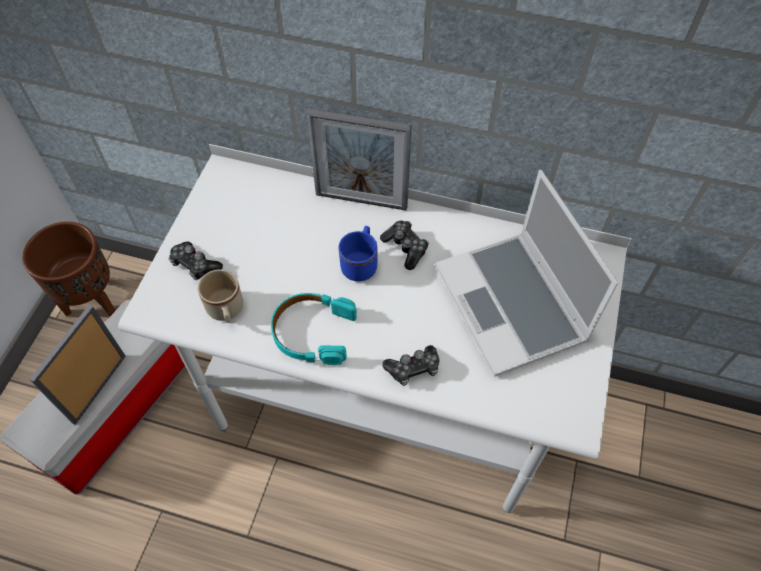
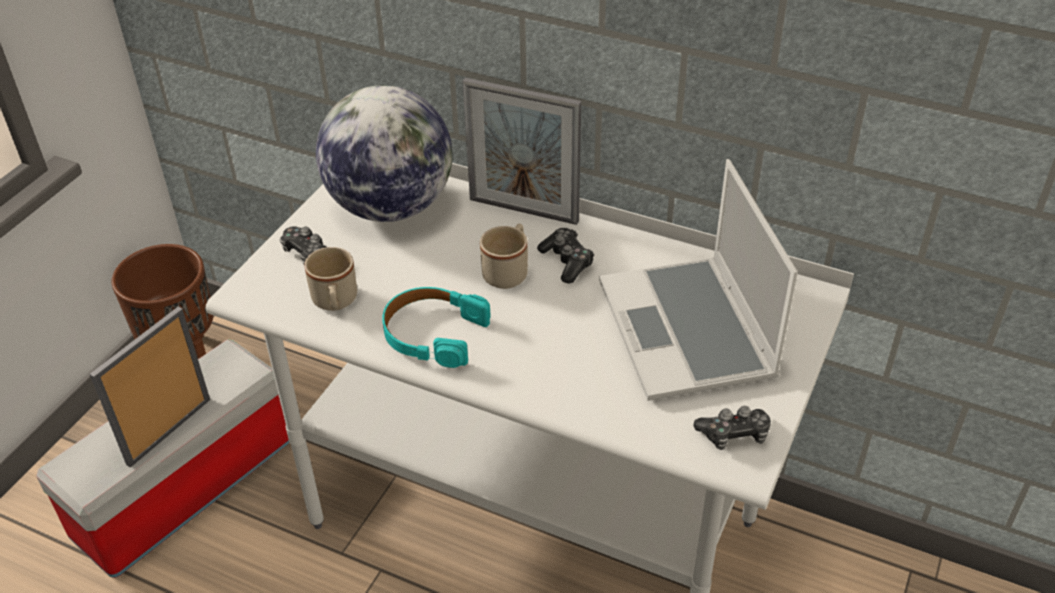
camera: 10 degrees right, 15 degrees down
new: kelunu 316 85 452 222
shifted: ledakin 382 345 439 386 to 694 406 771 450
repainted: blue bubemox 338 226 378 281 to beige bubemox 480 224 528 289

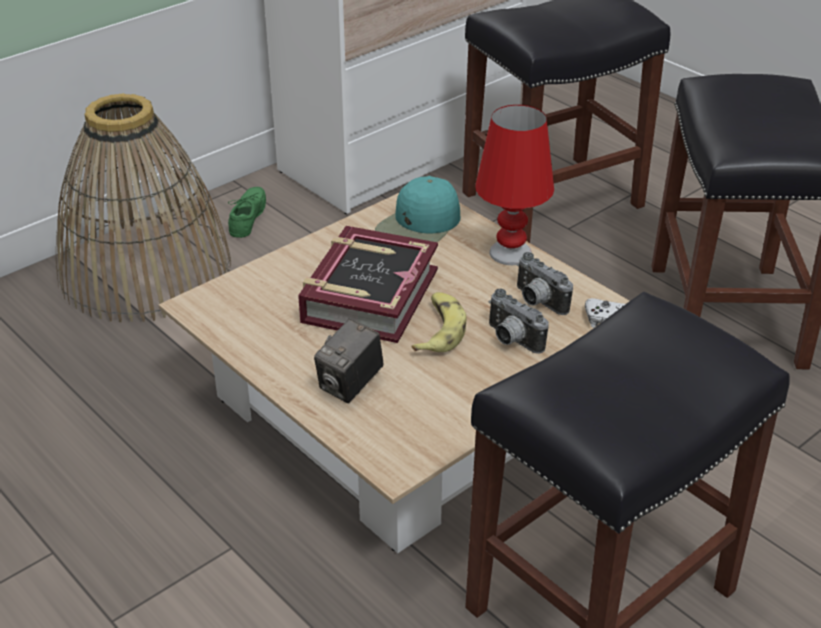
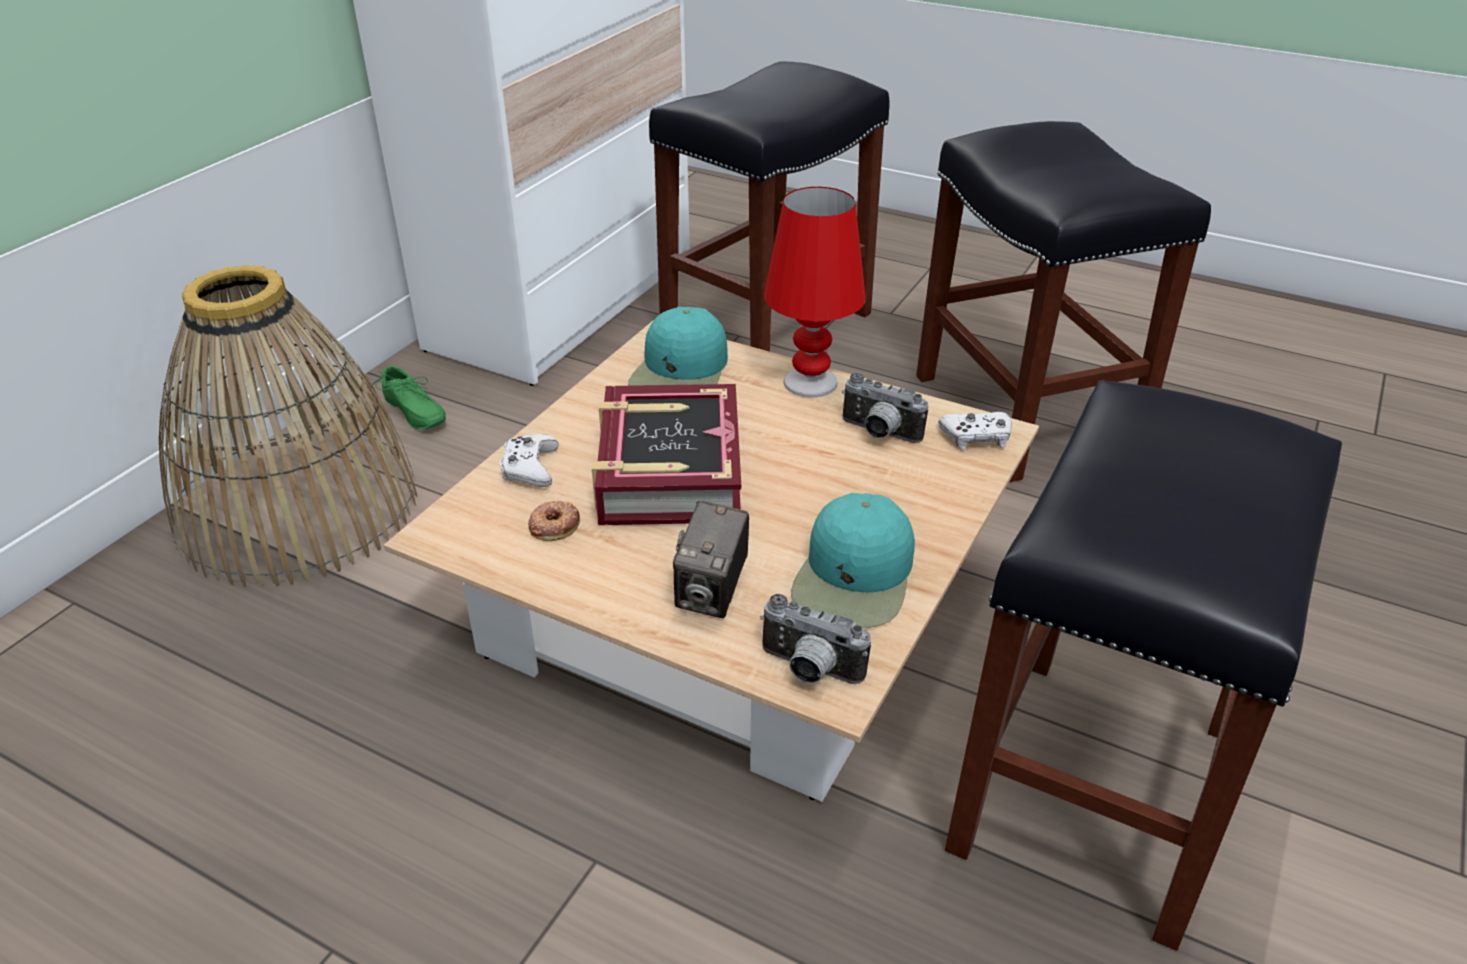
camera: 20 degrees left, 0 degrees up
gone: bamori 411 292 466 352
new: white ledakin 500 434 559 487; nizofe 528 501 580 541; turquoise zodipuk 791 493 915 628
shifted: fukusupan 489 288 549 354 to 760 594 871 684
rotated: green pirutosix 228 187 266 238 = 375 366 446 429 150 degrees clockwise

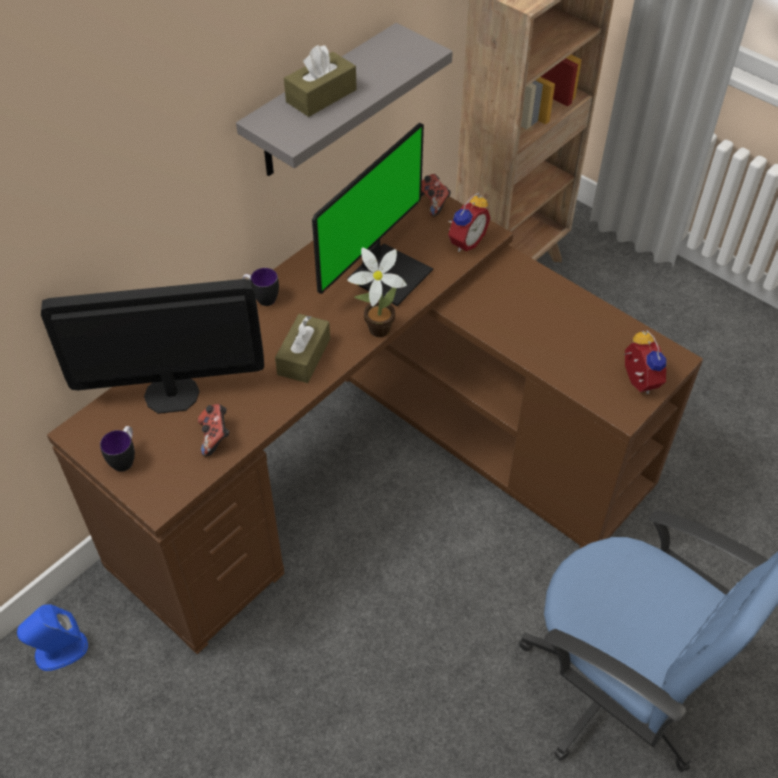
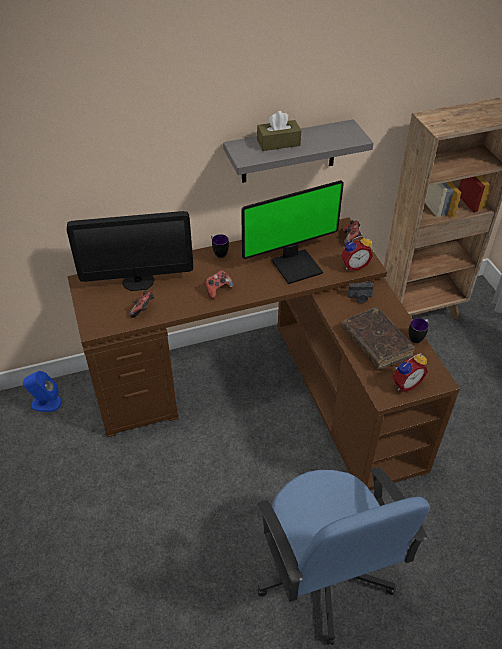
camera: 30 degrees right, 5 degrees down
gone: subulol 347 247 407 337
new: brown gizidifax 342 307 415 369; fukusupan 348 281 374 303
shifted: bubemox 100 426 135 472 to 409 318 429 343
swapped: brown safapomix 275 314 330 383 to ledakin 205 270 234 299
rotated: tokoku 41 279 264 414 = 67 211 193 291 150 degrees clockwise; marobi 624 330 667 394 = 392 353 428 392 45 degrees clockwise

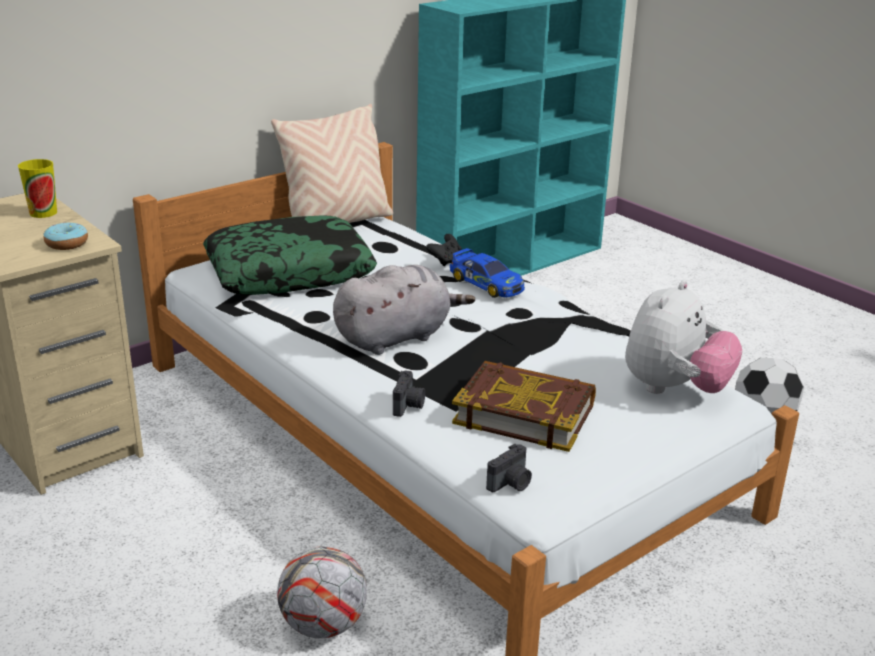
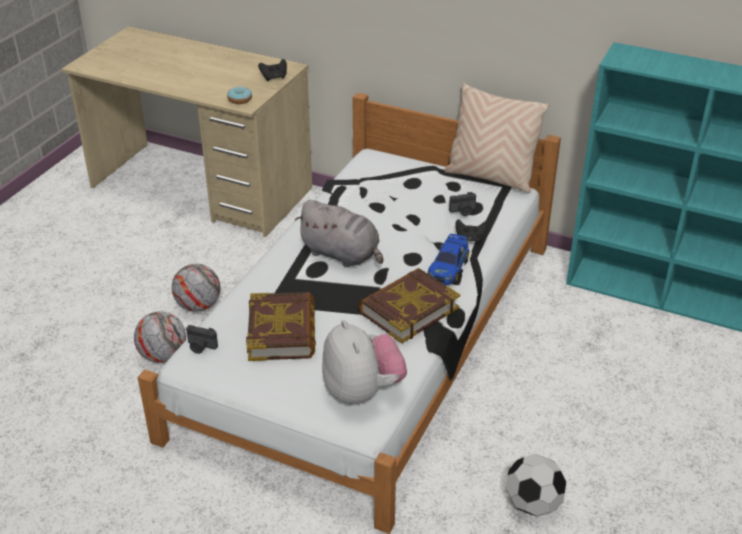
camera: 65 degrees right, 10 degrees up
gone: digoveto 203 215 377 295
new: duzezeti 172 264 220 312; gizidifax 358 268 460 343
shifted: fukusupan 393 370 425 417 to 449 192 476 216
swapped: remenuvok 18 159 57 218 to black ledakin 258 59 287 81
rotated: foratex 625 280 743 394 = 322 320 407 405 120 degrees counterclockwise

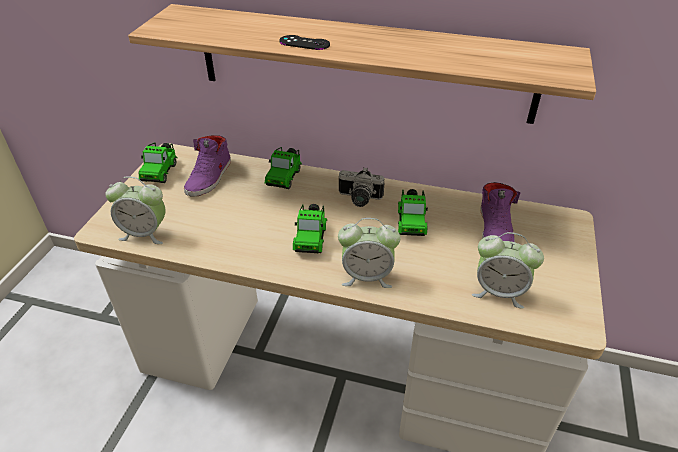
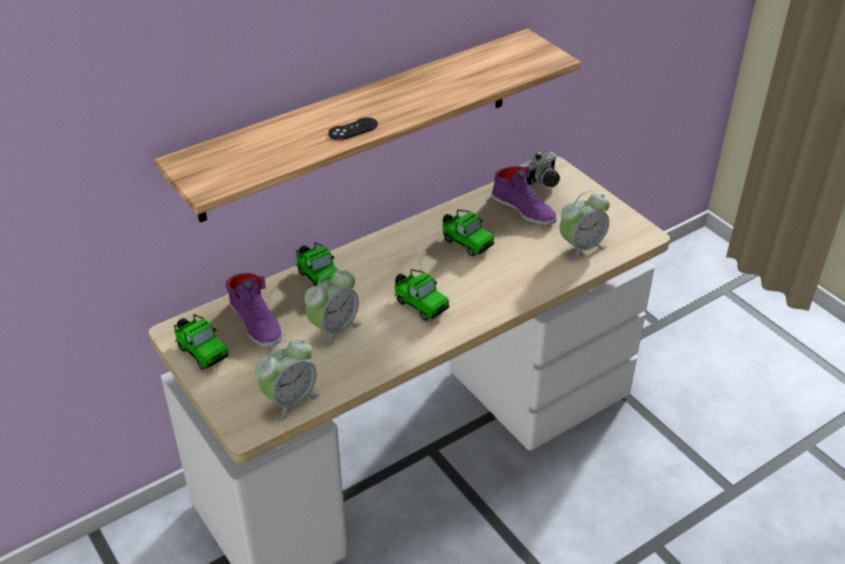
camera: 50 degrees left, 0 degrees up
shifted: marobi 338 218 401 288 to 304 270 361 348; fukusupan 339 168 384 207 to 519 151 560 187

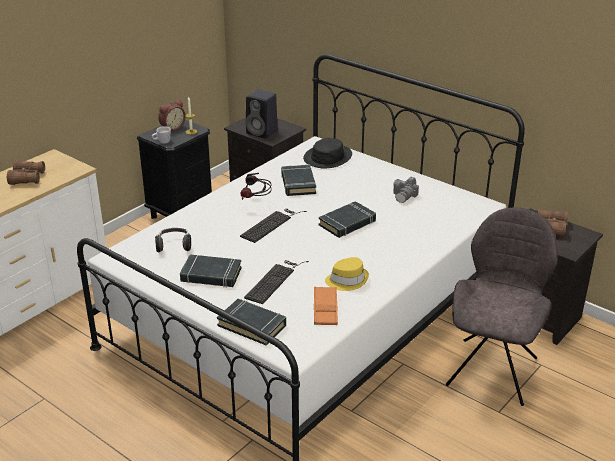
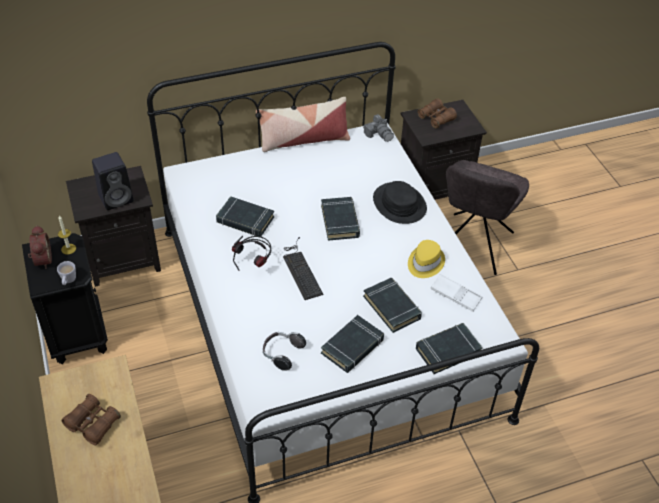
camera: 60 degrees left, 15 degrees up
new: digoveto 256 97 350 152
shifted: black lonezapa 303 138 352 168 to 373 181 427 224; fukusupan 393 177 419 203 to 363 114 394 142
swapped: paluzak 244 260 309 304 to black gizidifax 363 278 422 333
repainted: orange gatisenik 314 286 338 325 to white gatisenik 430 274 483 312
rotated: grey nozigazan 446 207 558 406 = 446 160 529 275 120 degrees counterclockwise

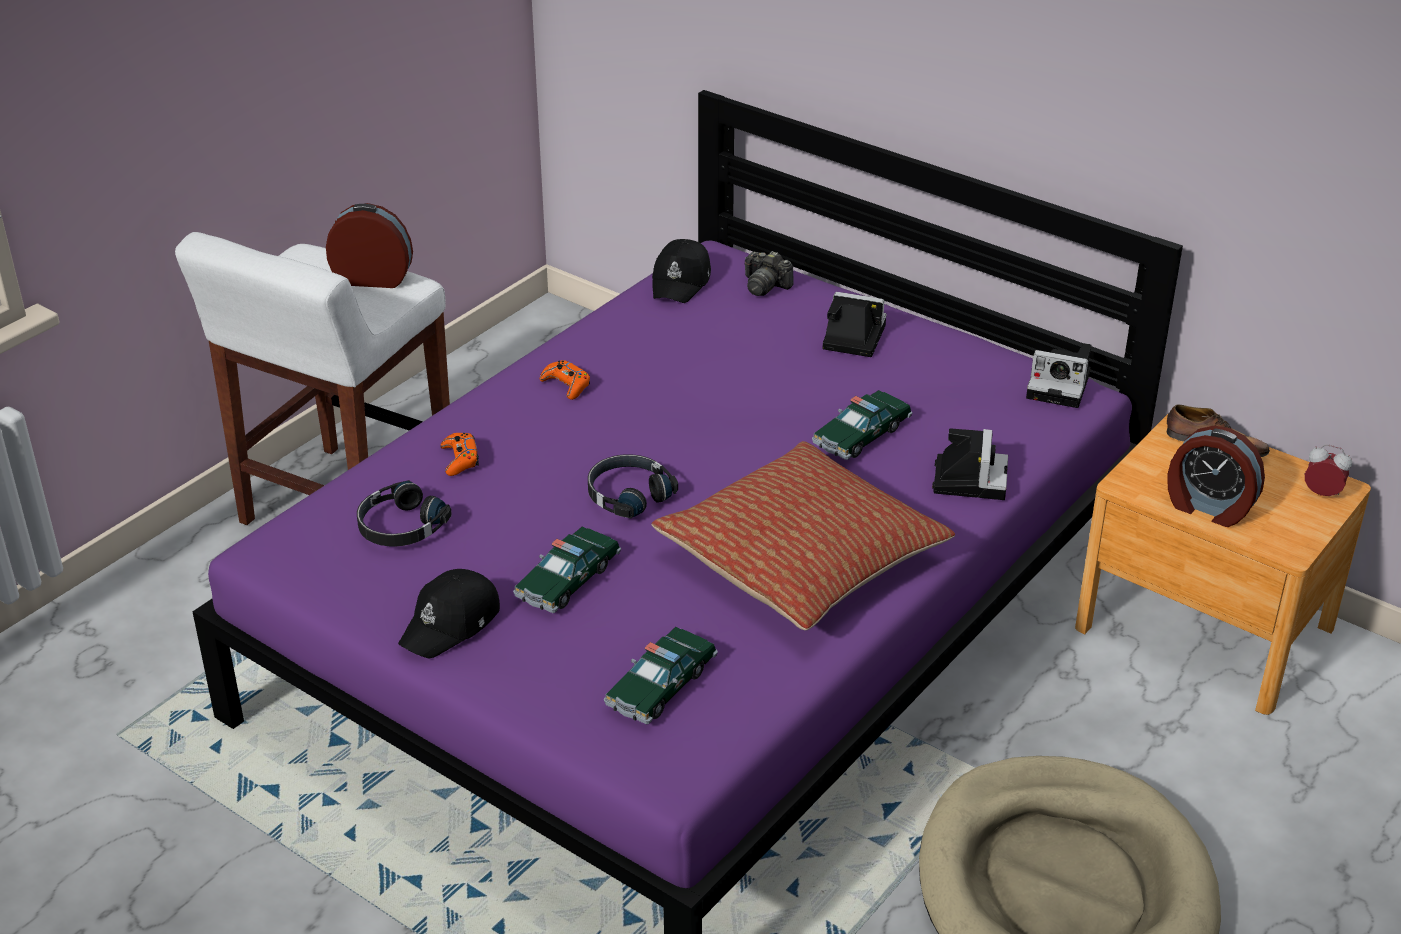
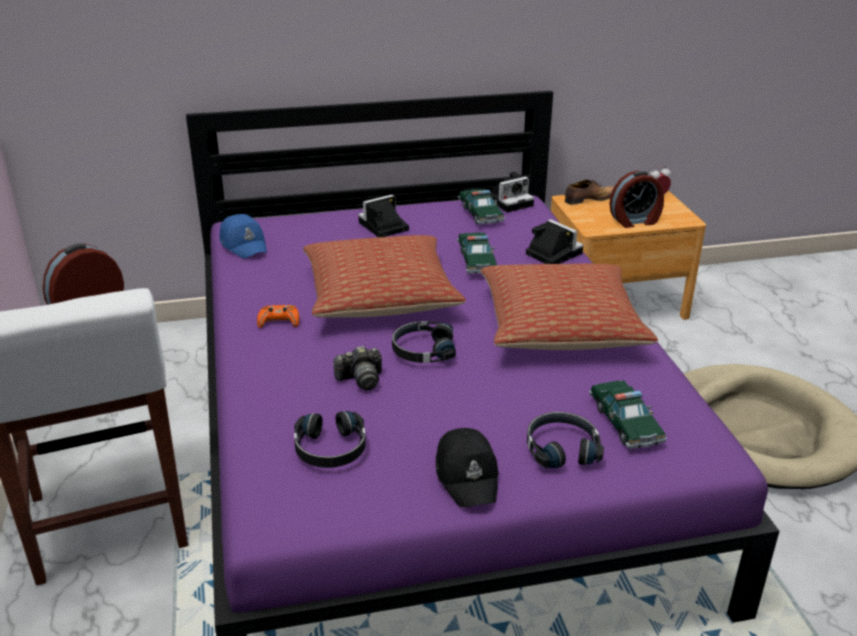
camera: 50 degrees left, 5 degrees down
gone: orange ledakin 440 433 479 476
new: digoveto 303 235 466 318; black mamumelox 527 412 604 468
shifted: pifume 513 527 621 613 to 458 189 505 224; fukusupan 745 251 794 296 to 333 346 382 391
repainted: black zodipuk 652 239 711 303 to blue zodipuk 219 214 267 259

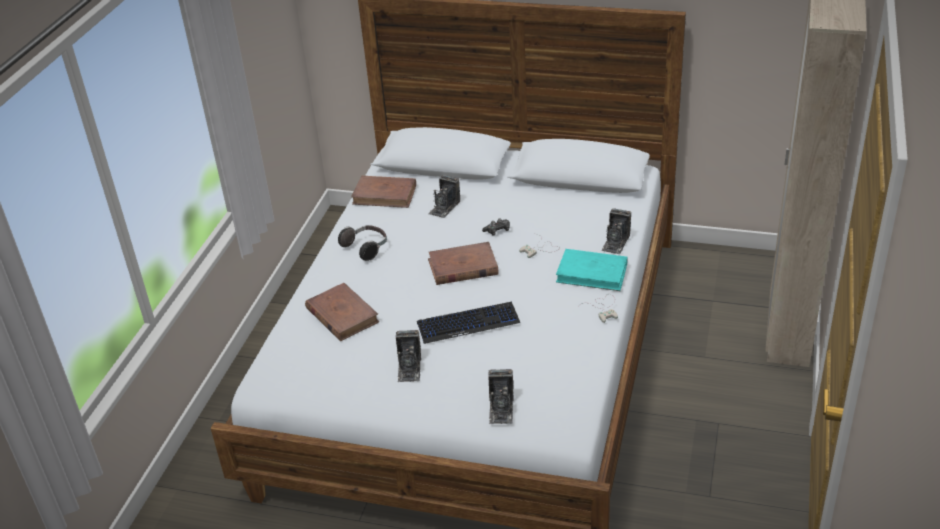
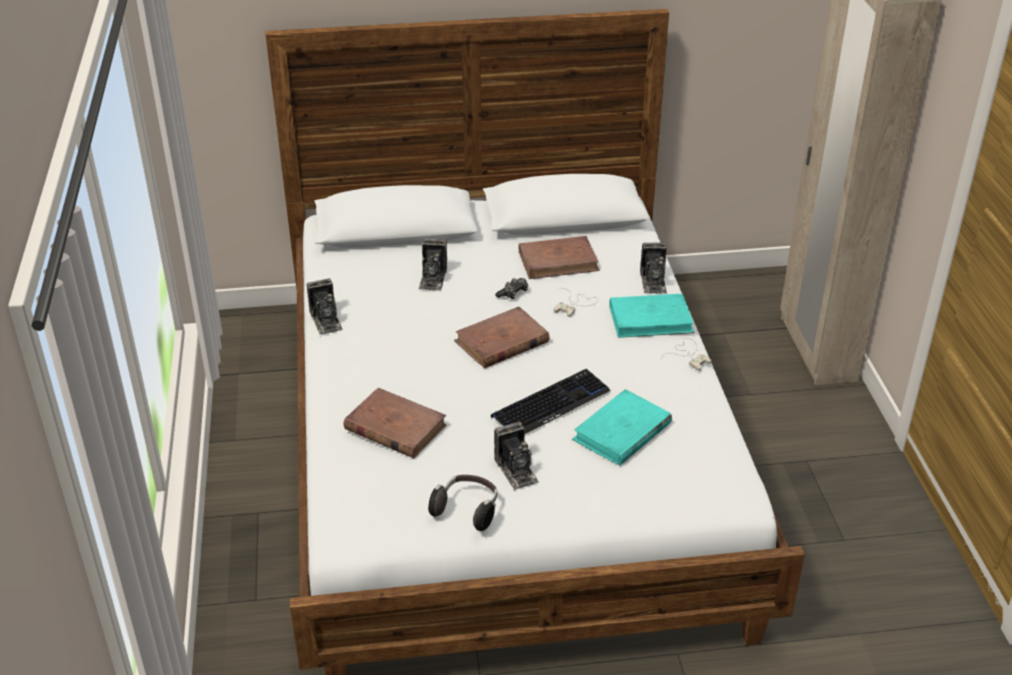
camera: 25 degrees left, 0 degrees up
new: turquoise gizidifax 572 389 672 465
shifted: mamumelox 338 225 387 261 to 428 475 497 531; brown gizidifax 351 176 416 208 to 519 236 600 279; fukusupan 488 369 514 424 to 307 279 343 335

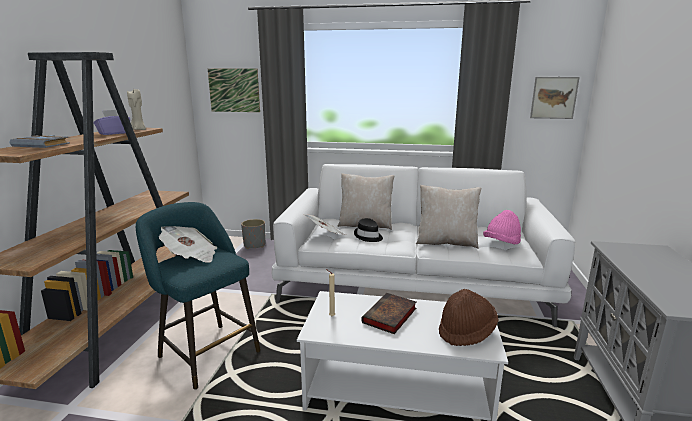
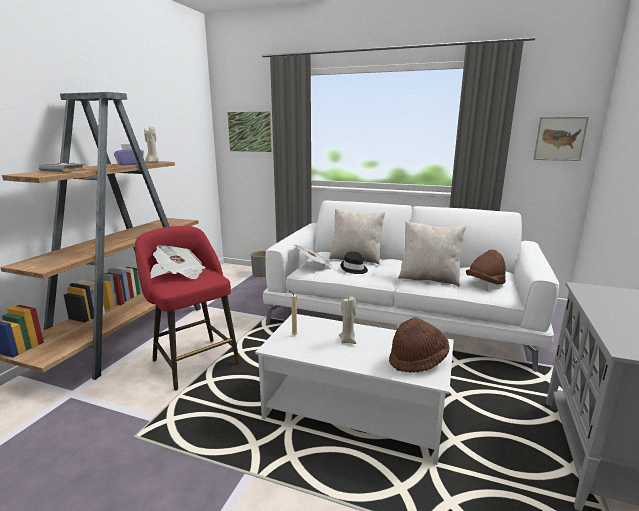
camera: 10 degrees right, 0 degrees up
swapped: gizidifax 361 293 416 334 to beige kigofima 339 296 356 344
repainted: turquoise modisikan 136 202 260 390 to red modisikan 135 226 240 391; pink lonezapa 483 210 521 244 to brown lonezapa 466 249 506 285

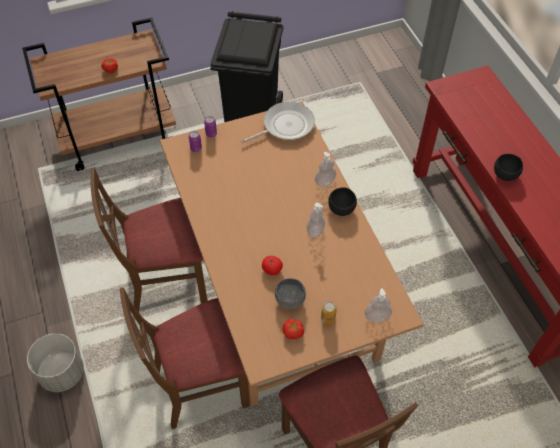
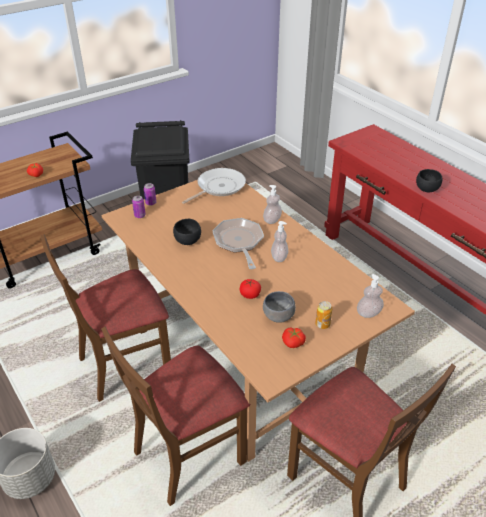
camera: 15 degrees left, 15 degrees down
new: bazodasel 212 218 264 269
shifted: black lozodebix 328 188 357 216 to 173 219 201 245

